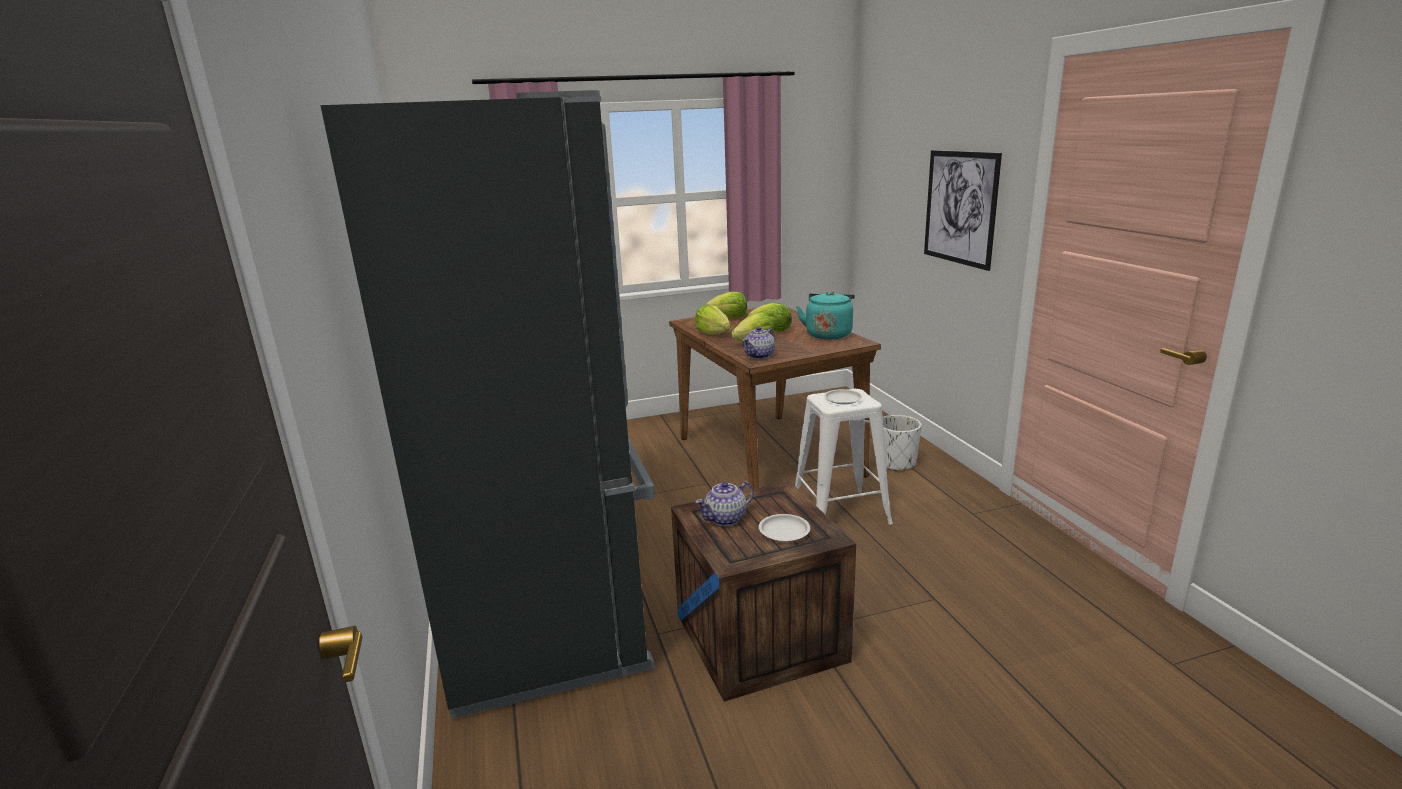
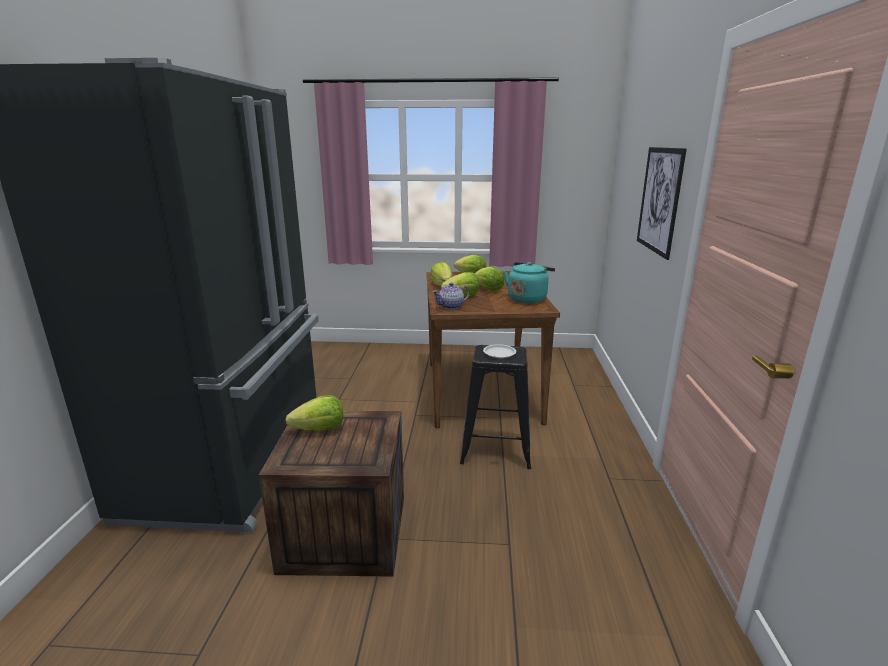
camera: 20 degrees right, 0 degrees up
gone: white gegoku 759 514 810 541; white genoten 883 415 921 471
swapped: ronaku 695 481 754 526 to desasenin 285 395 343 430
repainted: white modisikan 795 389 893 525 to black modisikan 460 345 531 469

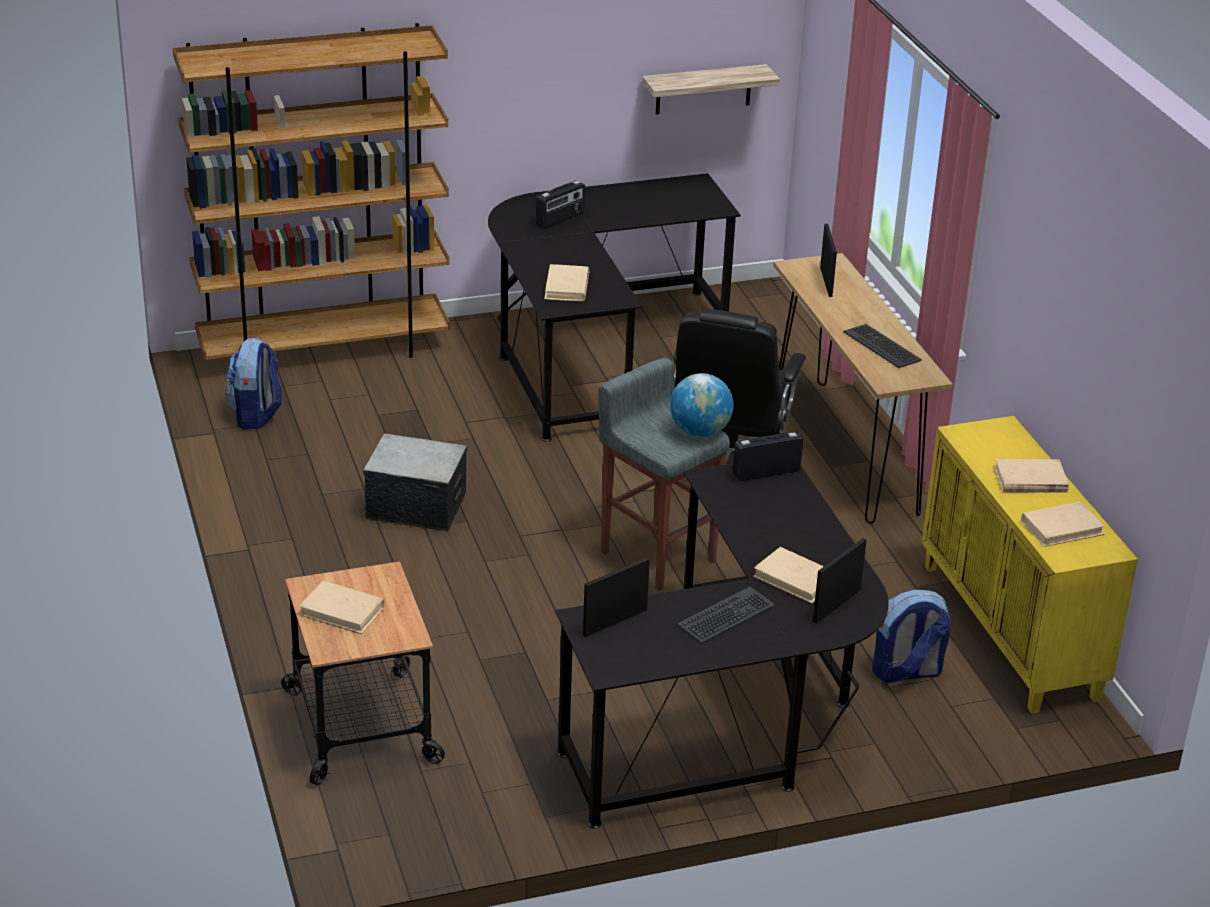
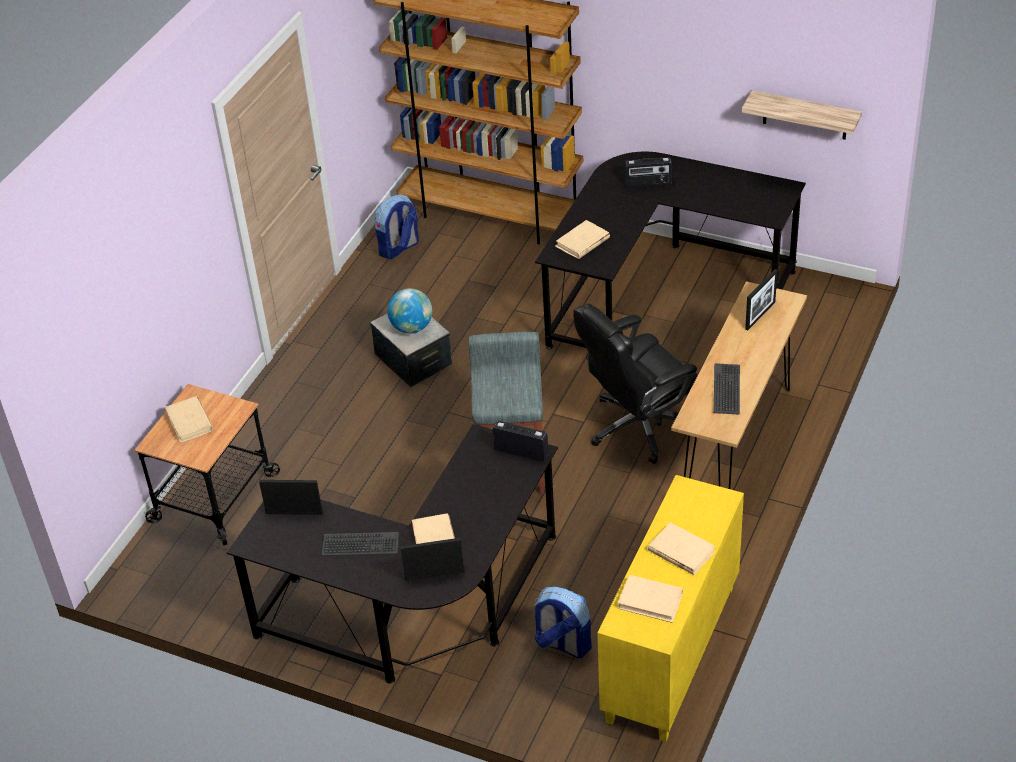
camera: 45 degrees right, 10 degrees up
shifted: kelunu 670 373 734 437 to 387 288 432 333

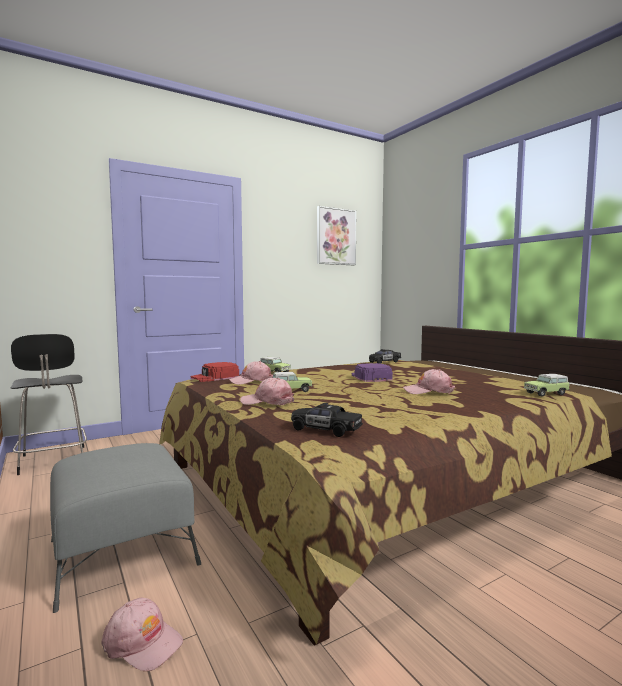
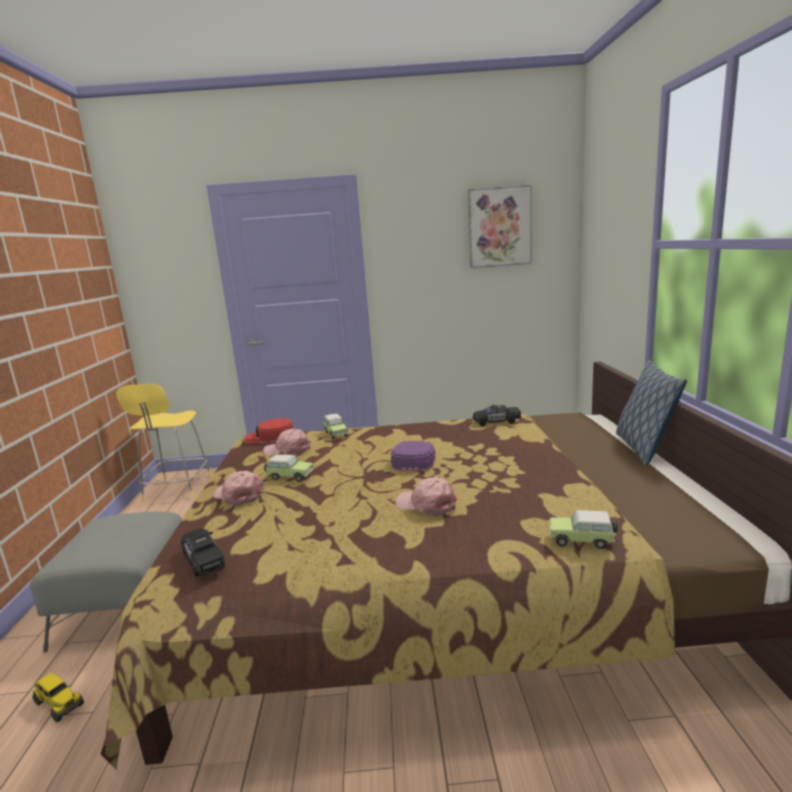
camera: 30 degrees right, 10 degrees up
new: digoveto 616 360 687 465
swapped: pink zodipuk 101 597 183 671 to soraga 33 672 84 723
repainted: black modisikan 11 334 87 475 to yellow modisikan 116 384 211 501

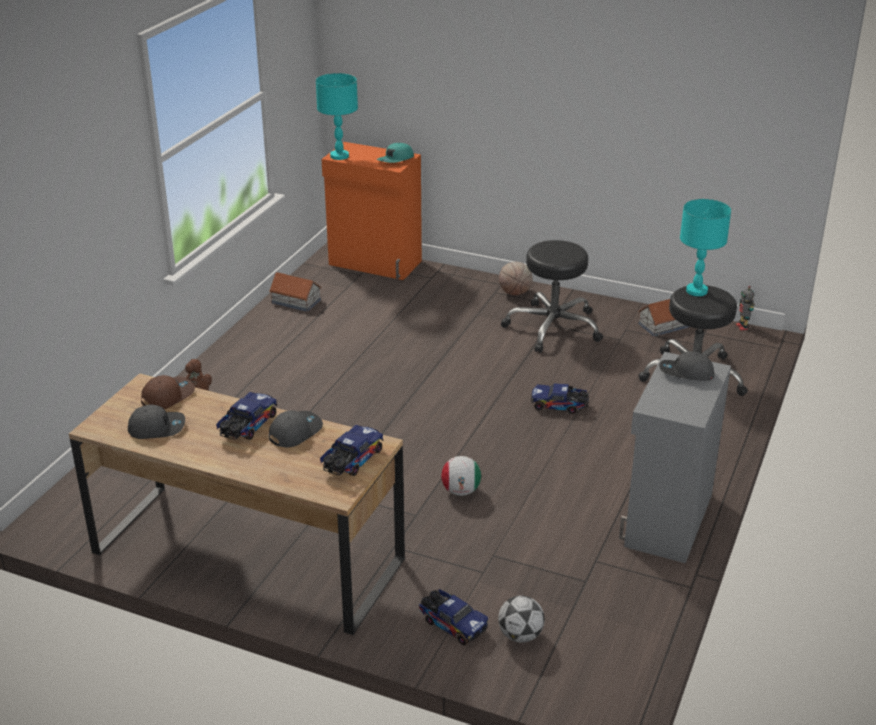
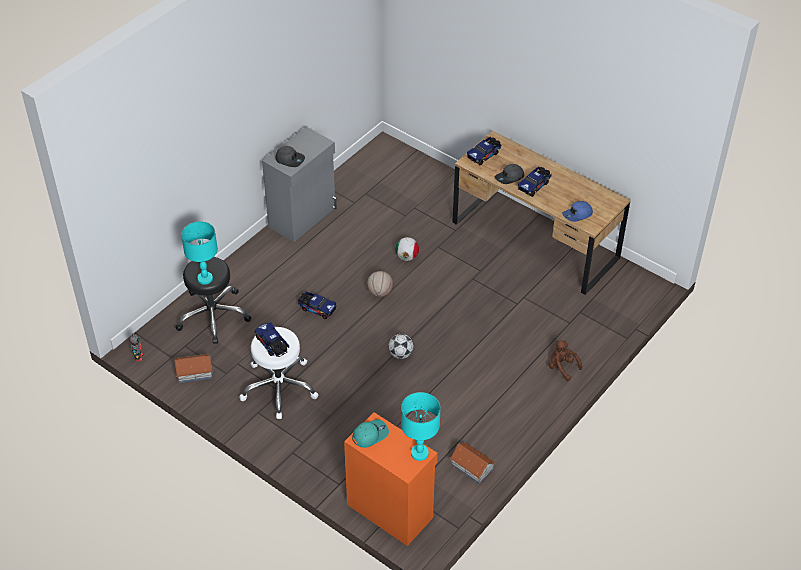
camera: 165 degrees left, 15 degrees up
gone: grey zodipuk 128 405 185 439
shifted: soraga 419 589 488 645 to 255 322 289 357; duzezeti 498 596 545 643 to 388 334 414 359; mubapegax 499 262 533 295 to 367 271 393 297
repainted: brown zodipuk 141 375 195 409 to blue zodipuk 562 201 593 222; black modisikan 501 240 603 353 to white modisikan 239 327 318 419

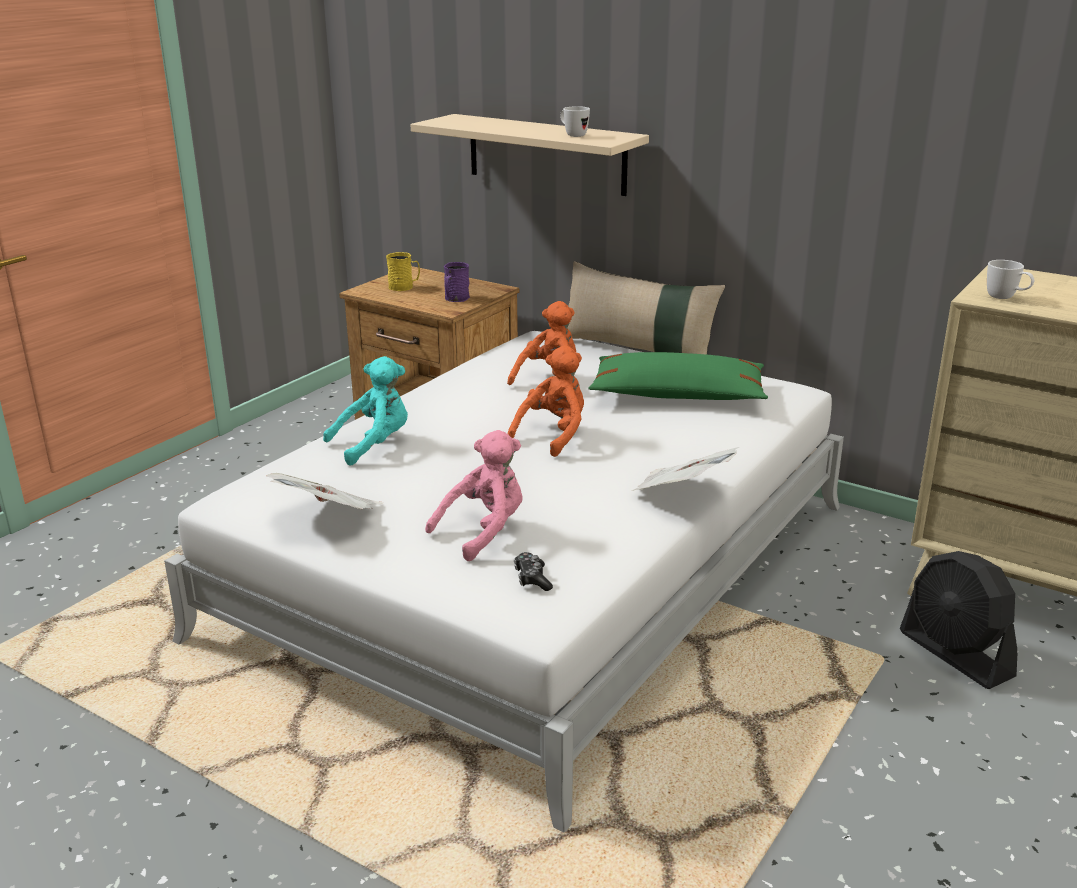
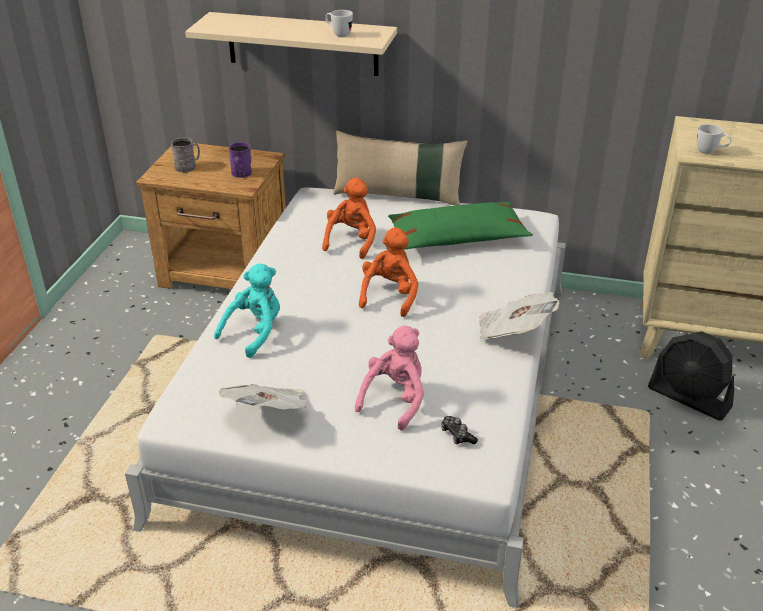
camera: 20 degrees left, 10 degrees up
repainted: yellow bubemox 386 252 420 291 to grey bubemox 171 137 200 172

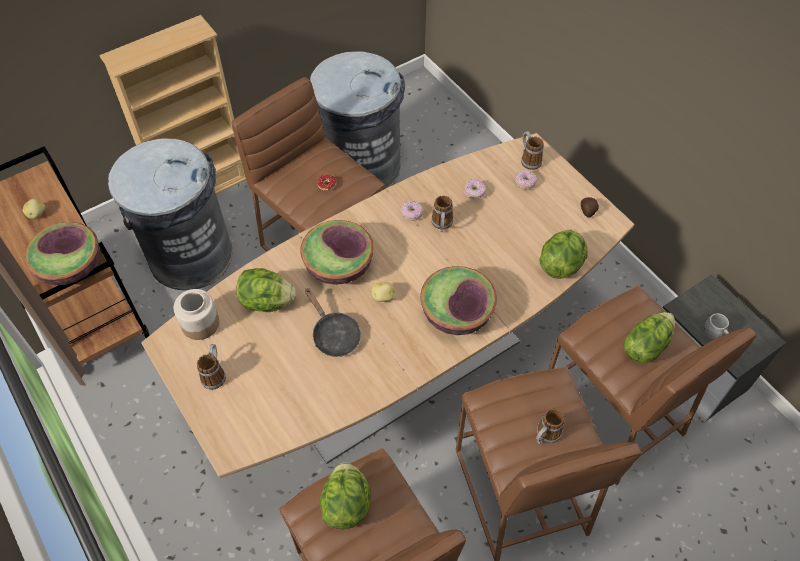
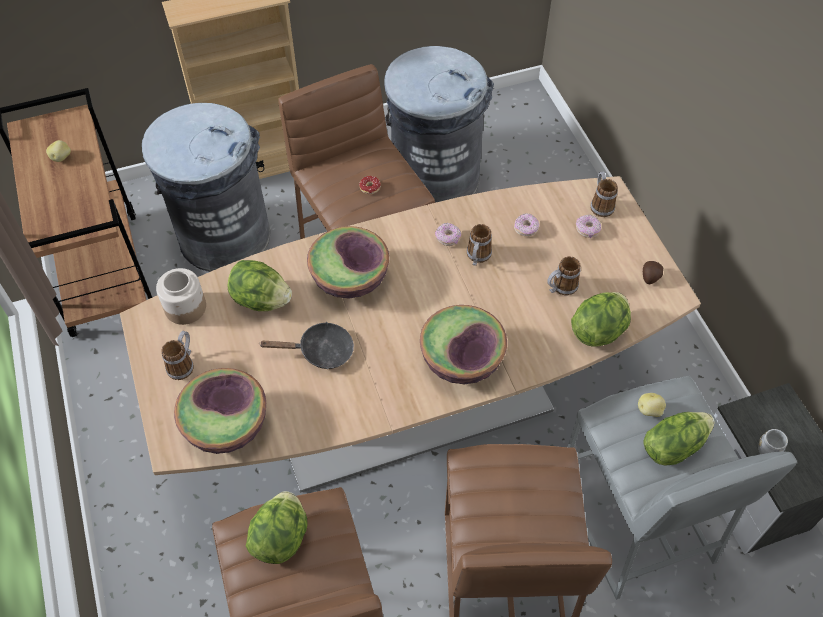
camera: 15 degrees right, 0 degrees up
shifted: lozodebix 24 222 100 285 to 174 368 266 454; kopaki 371 282 395 302 to 638 393 666 417; bubemox 536 409 564 445 to 547 256 581 296
repainted: brown modisikan 548 286 757 485 to grey modisikan 568 376 797 600
rotated: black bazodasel 305 288 361 357 = 259 322 354 369 75 degrees counterclockwise

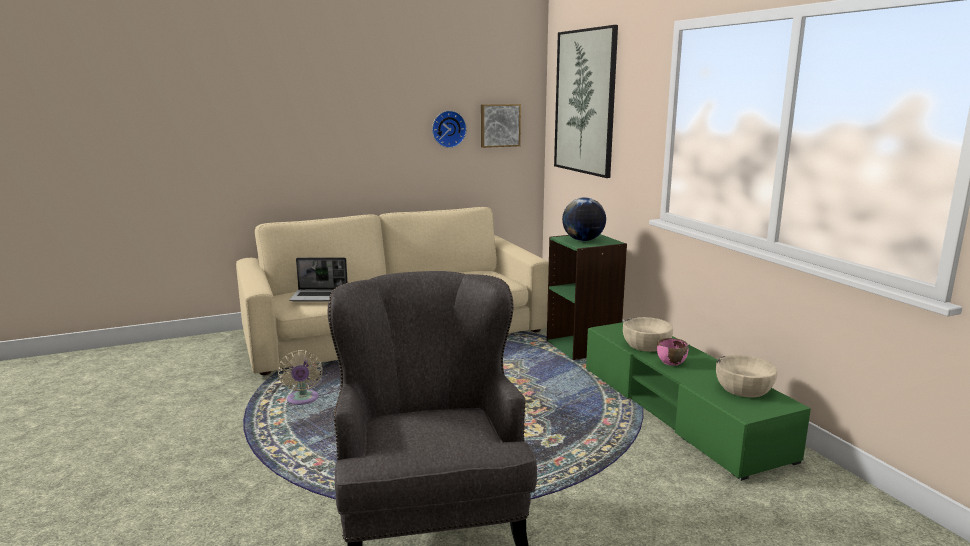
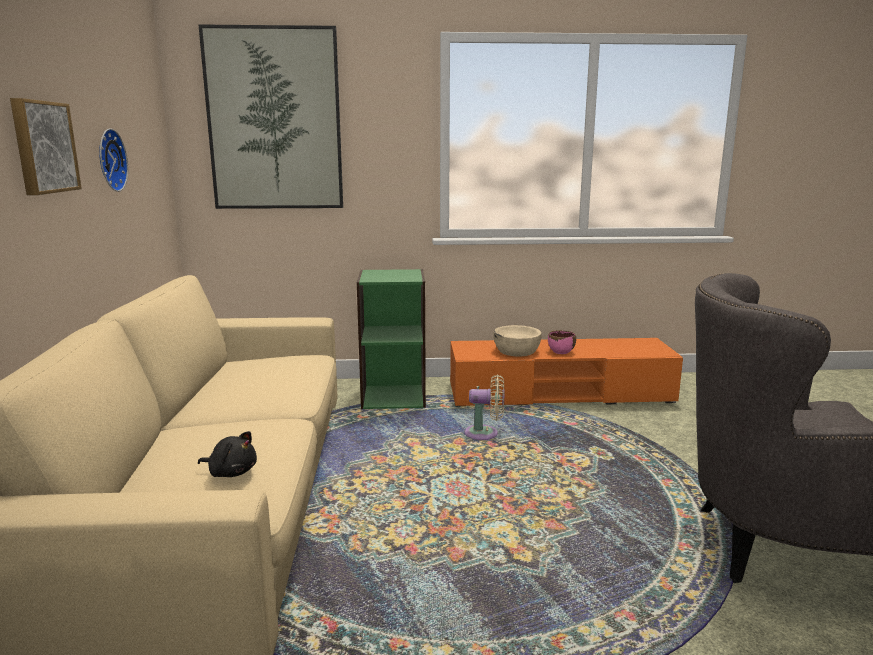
camera: 70 degrees left, 0 degrees up
gone: kelunu 562 197 606 241; beige lozodebix 716 355 777 397
shifted: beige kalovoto 278 350 323 405 to 464 375 504 440; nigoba 481 104 521 148 to 10 98 82 195
swapped: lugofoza 289 258 348 301 to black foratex 198 431 257 477
repainted: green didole 586 322 811 481 to orange didole 450 338 683 406

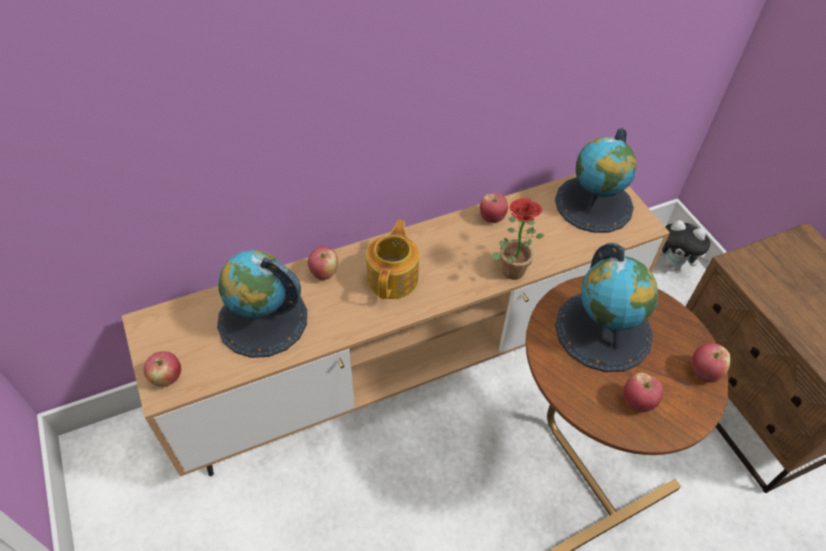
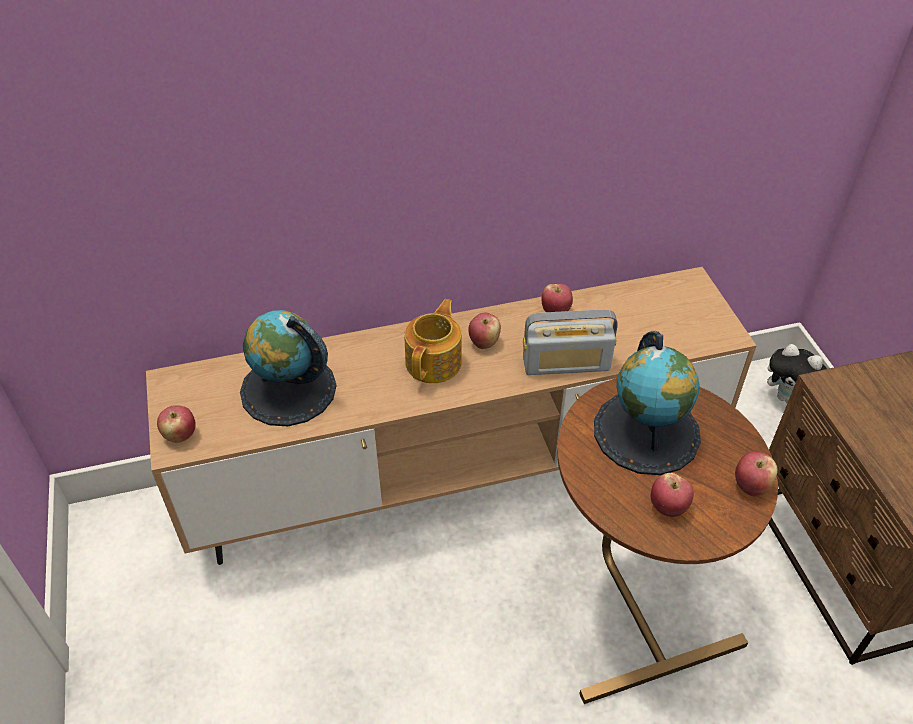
camera: 10 degrees right, 5 degrees down
gone: kelunu 555 128 637 233
shifted: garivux 308 246 338 280 to 468 313 501 349
swapped: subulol 492 198 544 280 to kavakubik 523 309 618 375

